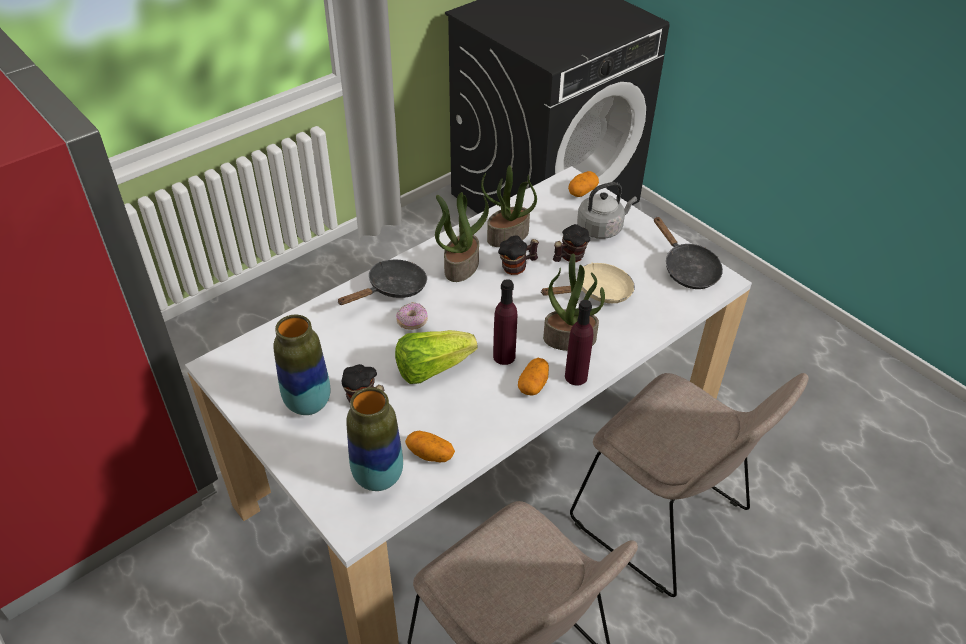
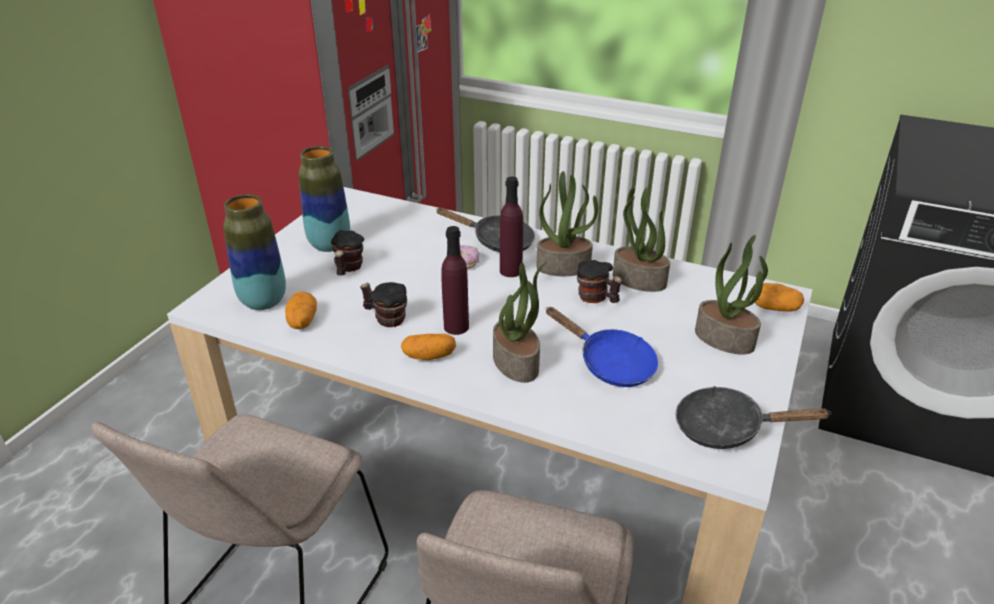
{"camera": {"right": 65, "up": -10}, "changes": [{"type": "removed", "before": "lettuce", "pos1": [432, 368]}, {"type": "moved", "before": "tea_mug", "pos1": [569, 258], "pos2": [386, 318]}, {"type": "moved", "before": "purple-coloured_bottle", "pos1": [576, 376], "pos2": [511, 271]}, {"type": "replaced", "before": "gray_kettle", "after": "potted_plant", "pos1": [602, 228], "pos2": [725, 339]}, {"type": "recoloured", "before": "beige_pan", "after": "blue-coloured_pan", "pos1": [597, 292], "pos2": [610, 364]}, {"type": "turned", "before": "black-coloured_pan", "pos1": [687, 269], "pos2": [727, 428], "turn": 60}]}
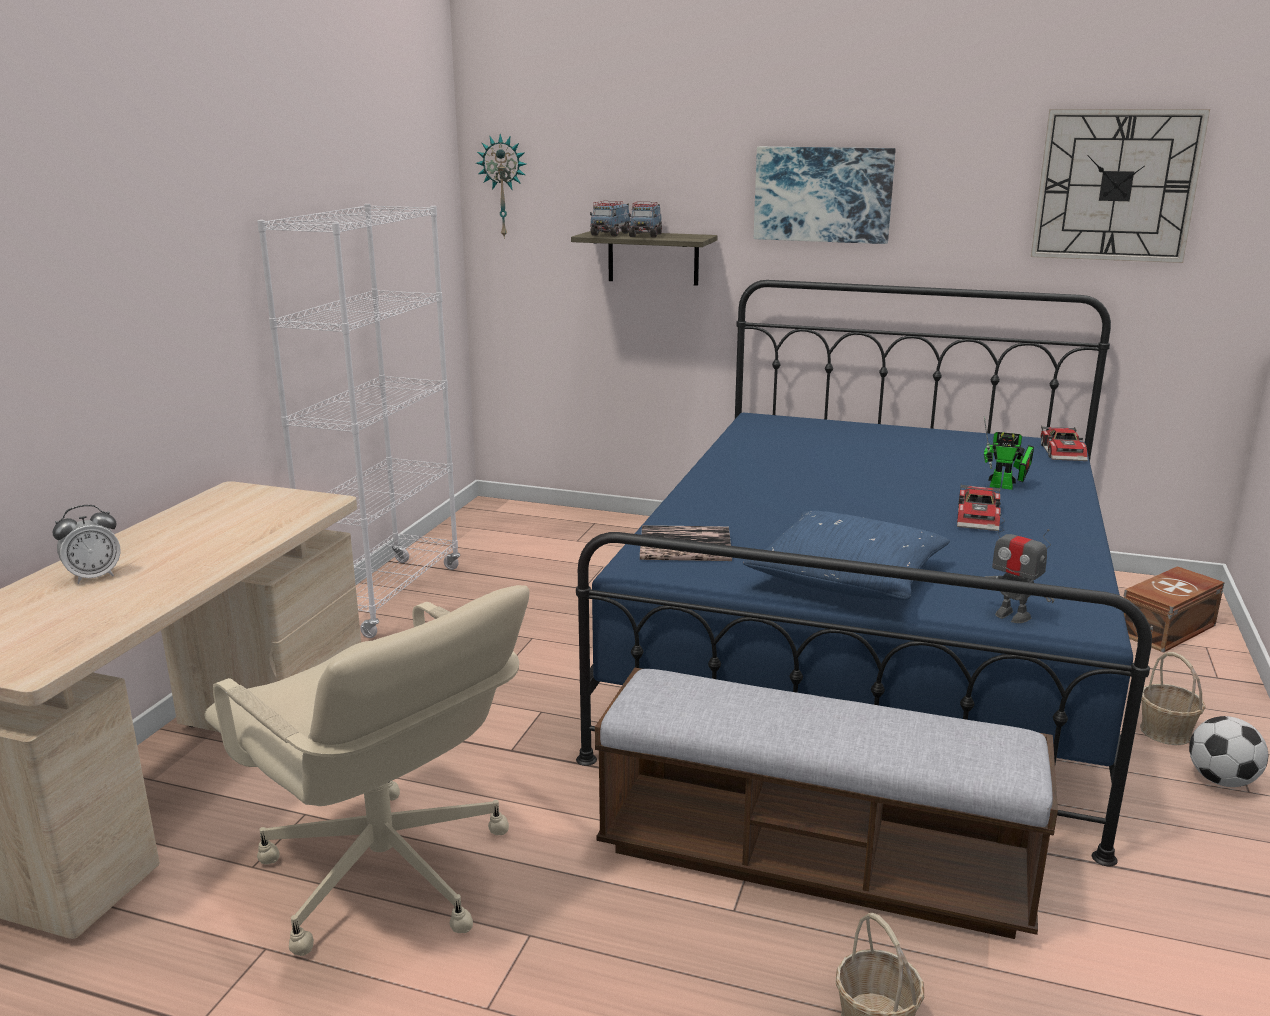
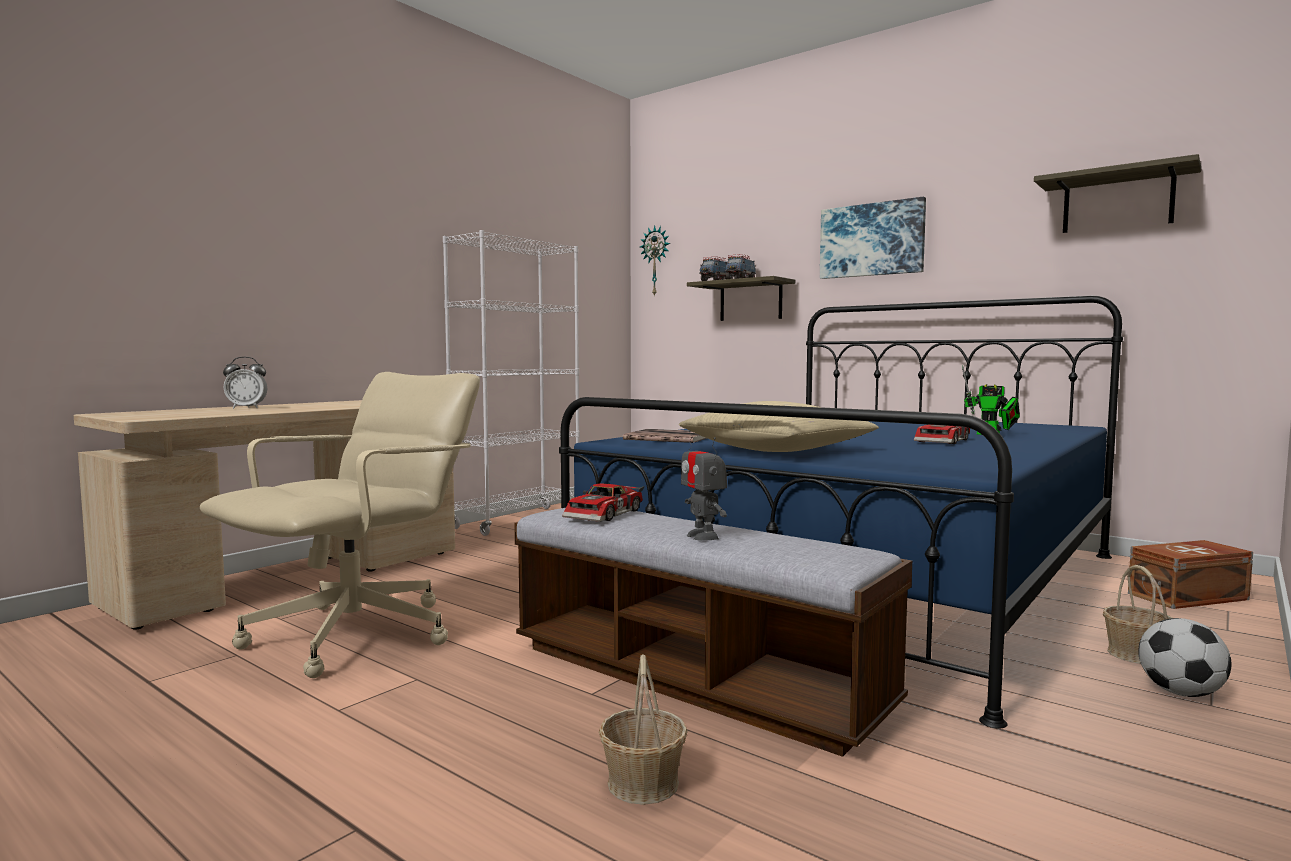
{"camera": {"right": 20, "up": -15}, "changes": [{"type": "moved", "before": "model_robot", "pos1": [1012, 615], "pos2": [703, 536]}, {"type": "moved", "before": "miniature_car", "pos1": [1064, 452], "pos2": [606, 514]}, {"type": "replaced", "before": "hanging_clock", "after": "wall_shelf", "pos1": [1116, 185], "pos2": [1117, 202]}, {"type": "recoloured", "before": "blue-coloured_cushion", "after": "beige_cushion", "pos1": [848, 578], "pos2": [777, 450]}, {"type": "turned", "before": "beige_desk_chair", "pos1": [385, 875], "pos2": [356, 635], "turn": -120}]}
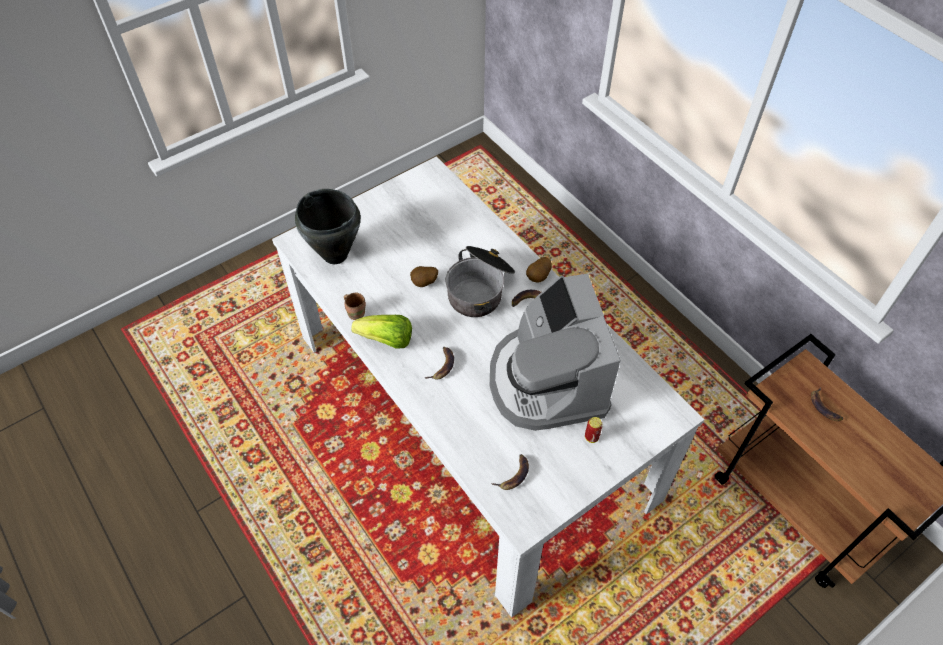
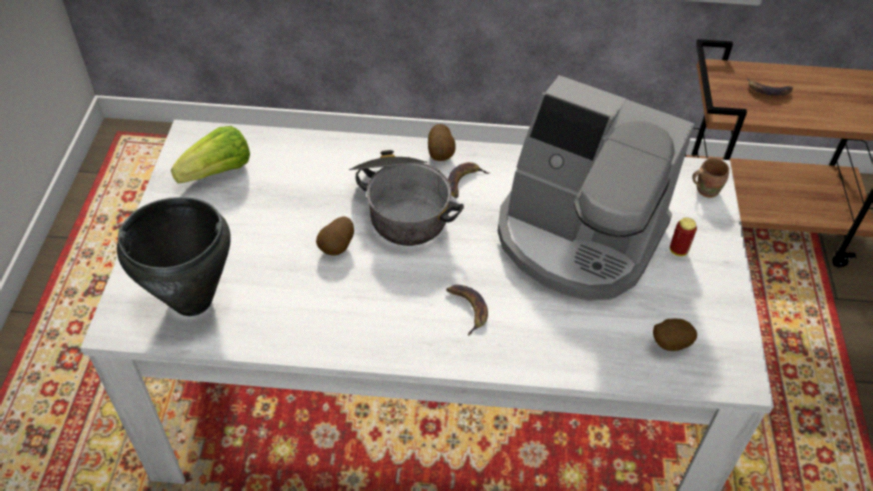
{"camera": {"right": -50, "up": -5}, "changes": [{"type": "moved", "before": "brownish_tea_mug", "pos1": [356, 312], "pos2": [705, 189]}, {"type": "moved", "before": "lettuce", "pos1": [386, 340], "pos2": [218, 172]}, {"type": "replaced", "before": "whole_banana", "after": "spud", "pos1": [513, 474], "pos2": [669, 343]}]}
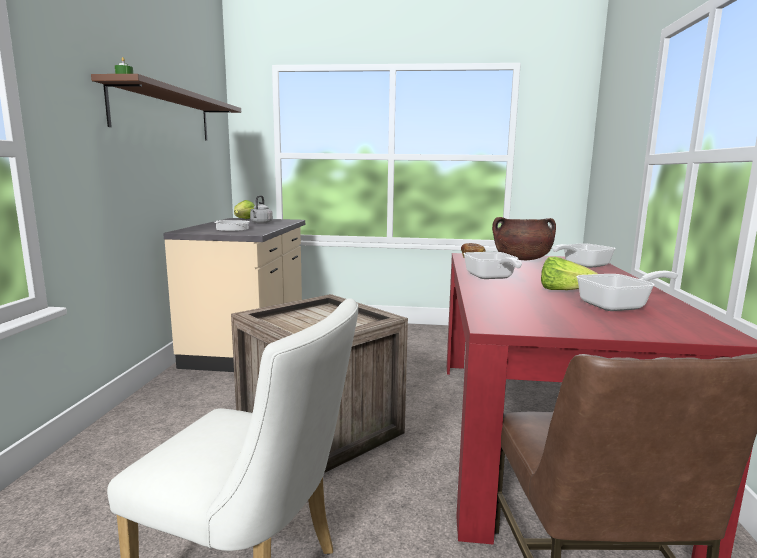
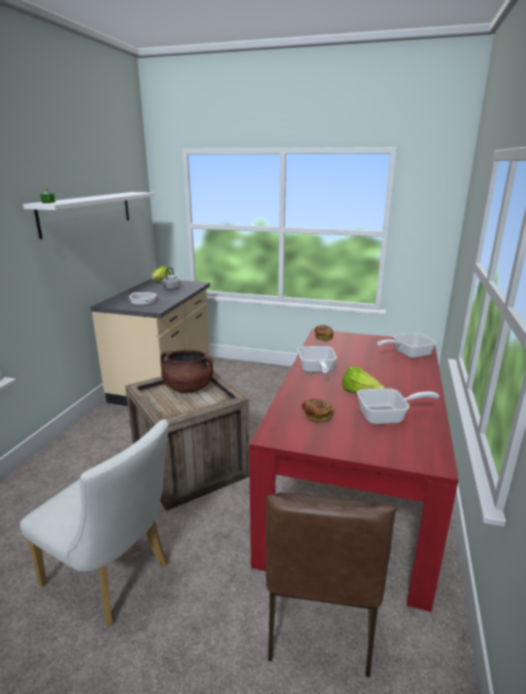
{"camera": {"right": 10, "up": 10}, "changes": [{"type": "added", "after": "bakery_bread", "pos2": [316, 416]}, {"type": "moved", "before": "brownish_saucepot", "pos1": [521, 259], "pos2": [188, 388]}, {"type": "recoloured", "before": "brownish_wall_shelf", "after": "white-coloured_wall_shelf", "pos1": [164, 114], "pos2": [87, 212]}]}
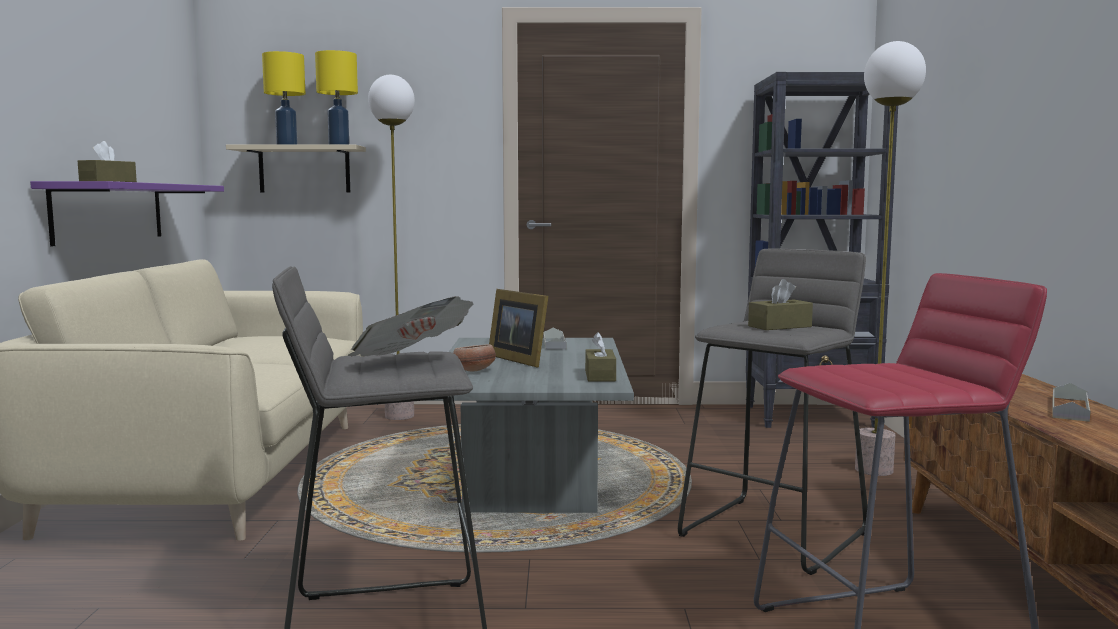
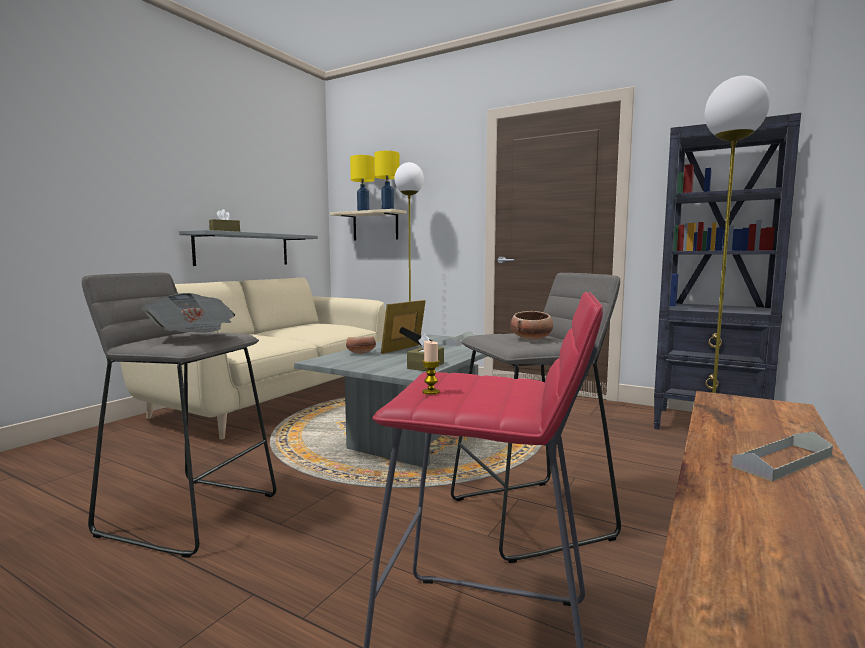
{"camera": {"right": 30, "up": 0}, "changes": [{"type": "added", "after": "wax_light", "pos2": [431, 392]}, {"type": "replaced", "before": "brownish_tissue_box", "after": "serving_bowl", "pos1": [779, 326], "pos2": [531, 339]}, {"type": "recoloured", "before": "purple-coloured_wall_shelf", "after": "gray_wall_shelf", "pos1": [109, 212], "pos2": [243, 249]}, {"type": "turned", "before": "photo_frame", "pos1": [519, 359], "pos2": [408, 349], "turn": 45}]}
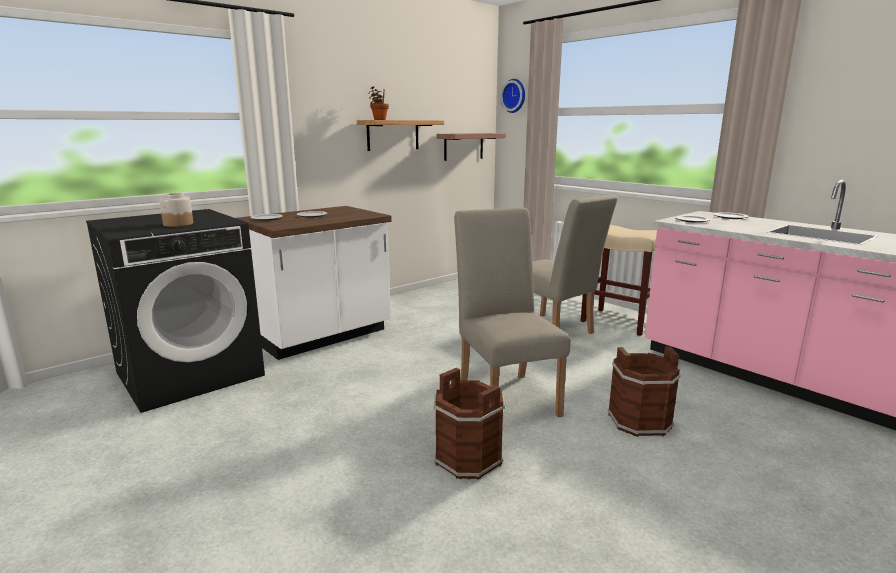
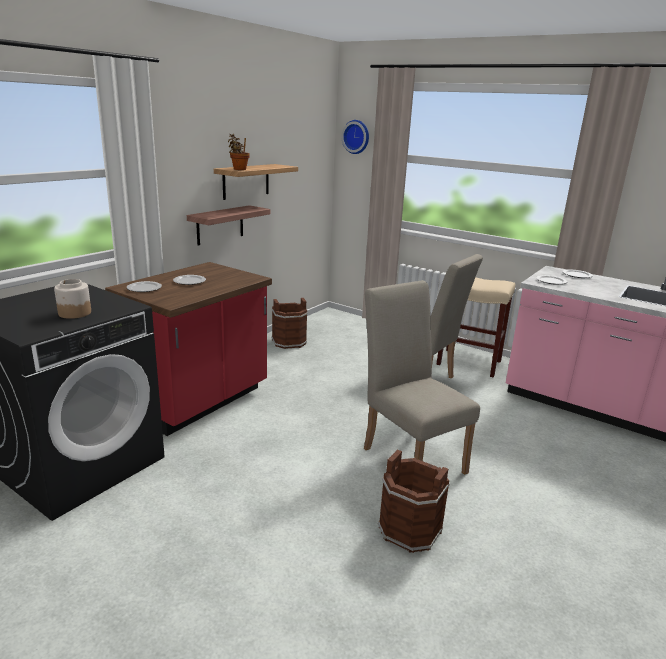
{"camera": {"right": -15, "up": 5}, "changes": [{"type": "moved", "before": "wall_shelf", "pos1": [463, 146], "pos2": [220, 225]}, {"type": "moved", "before": "brownish_pail", "pos1": [639, 421], "pos2": [289, 342]}, {"type": "recoloured", "before": "white-coloured_counter", "after": "red-coloured_counter", "pos1": [322, 336], "pos2": [199, 401]}]}
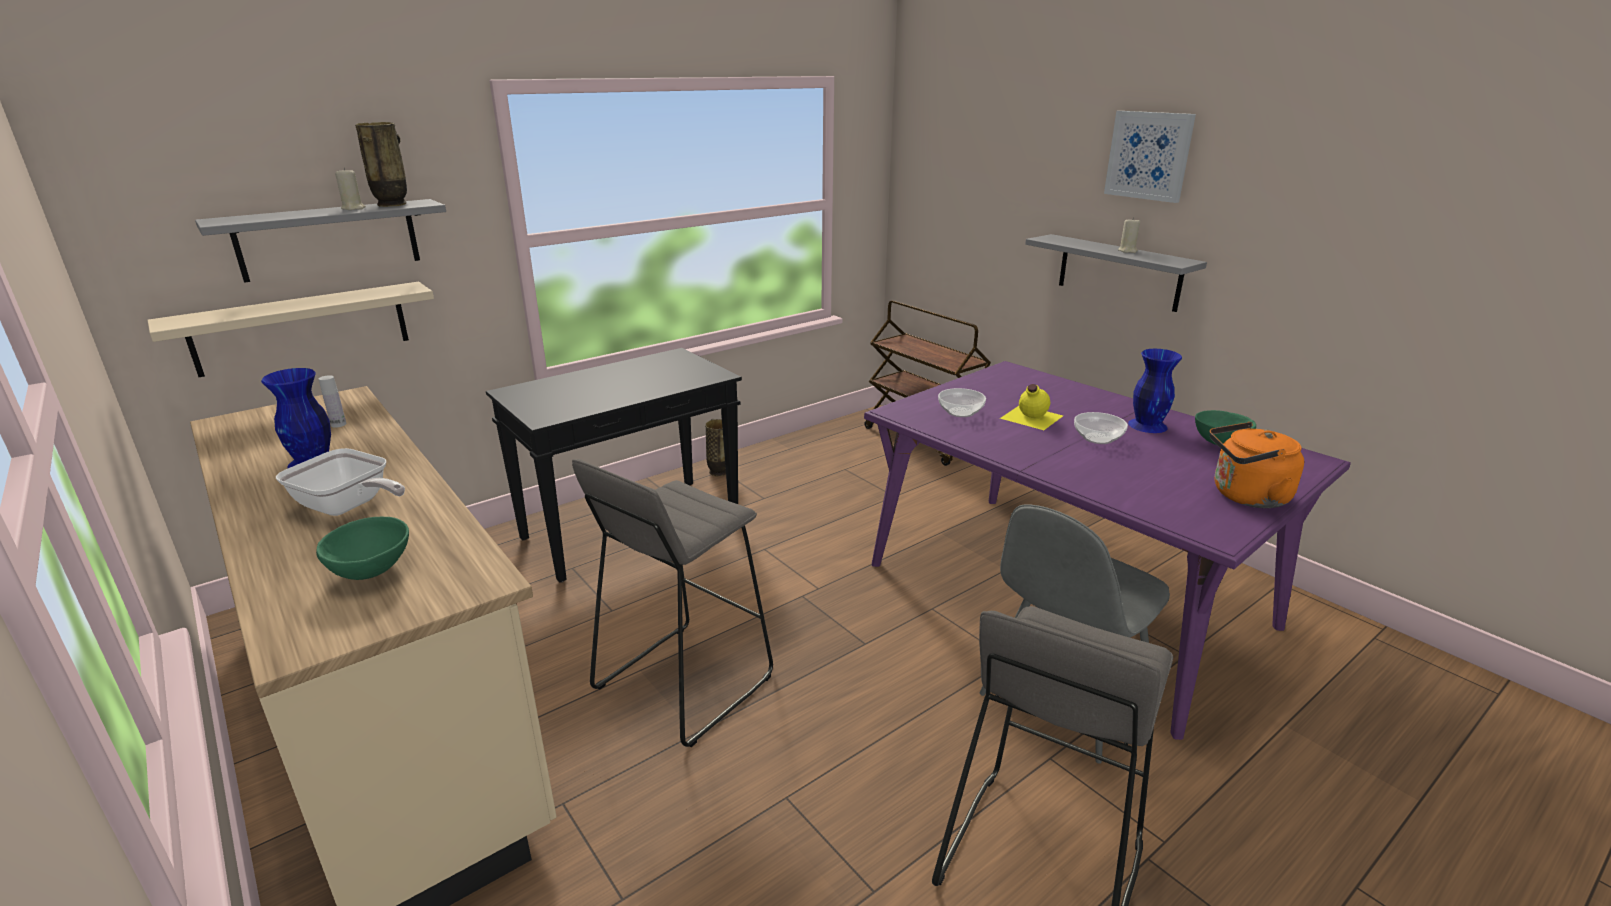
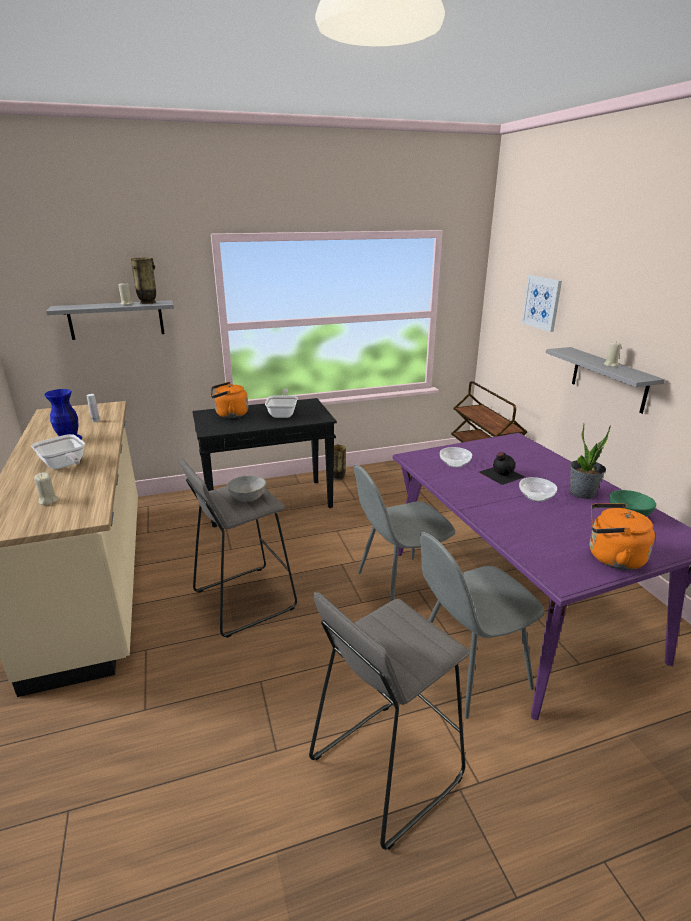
{"camera": {"right": 20, "up": 0}, "changes": [{"type": "removed", "before": "beige_wall_shelf", "pos1": [302, 328]}, {"type": "added", "after": "orange_kettle", "pos2": [229, 414]}, {"type": "added", "after": "gray_serving_bowl", "pos2": [247, 498]}, {"type": "added", "after": "pan", "pos2": [283, 413]}, {"type": "added", "after": "gray_plain_chair", "pos2": [399, 586]}, {"type": "moved", "before": "wall_picture", "pos1": [1149, 155], "pos2": [542, 302]}, {"type": "replaced", "before": "greenish_serving_bowl", "after": "beige_wax_light", "pos1": [373, 570], "pos2": [48, 500]}, {"type": "replaced", "before": "blue-coloured_decorative_vase", "after": "potted_plant", "pos1": [1147, 425], "pos2": [582, 493]}, {"type": "recoloured", "before": "yellow-coloured_bottle", "after": "black-coloured_bottle", "pos1": [1030, 417], "pos2": [500, 474]}]}
